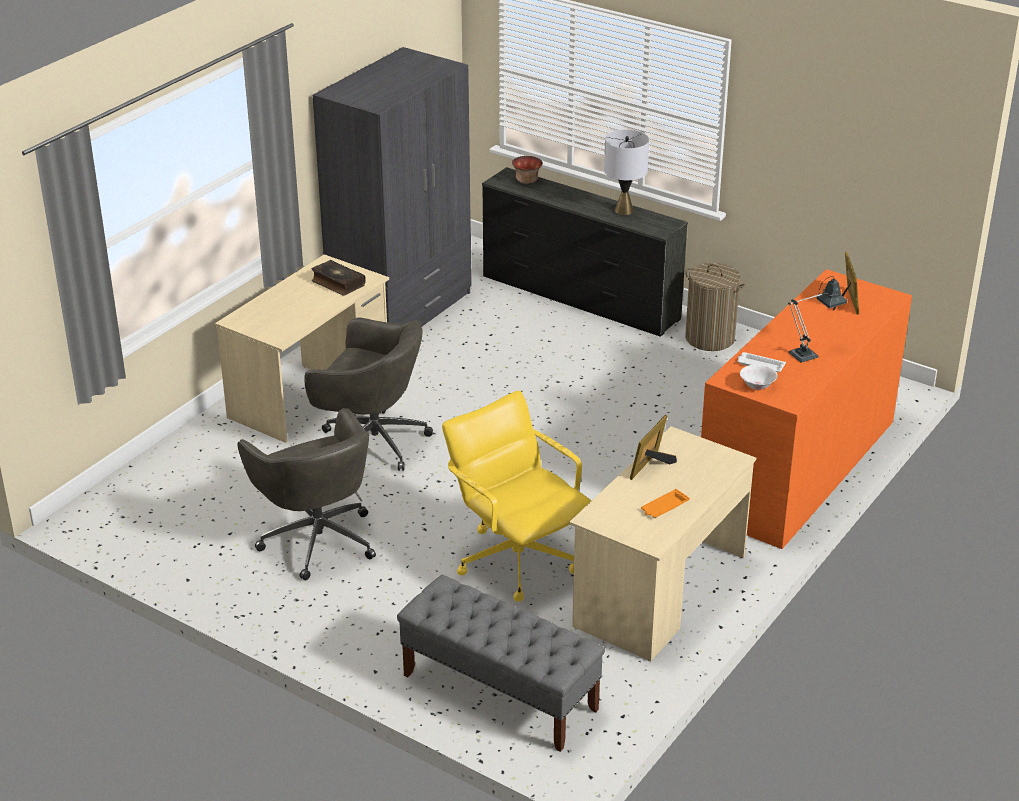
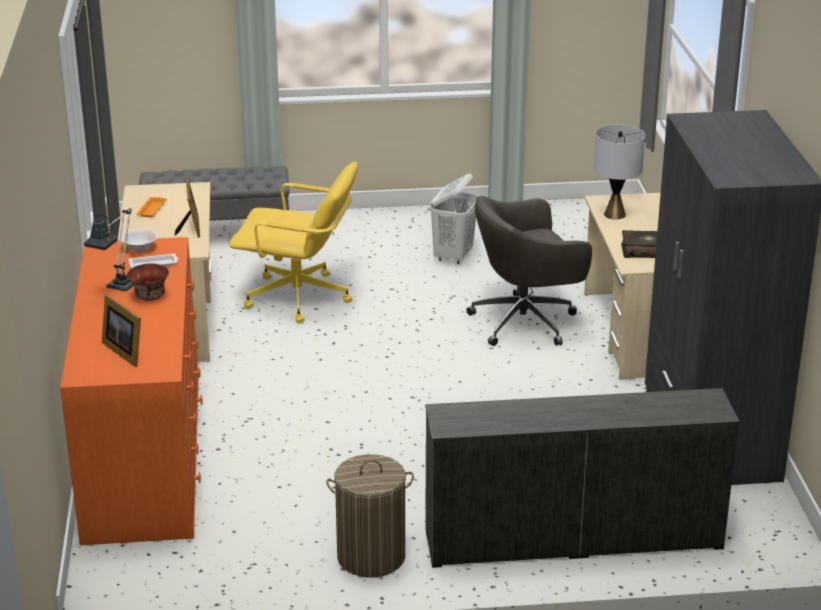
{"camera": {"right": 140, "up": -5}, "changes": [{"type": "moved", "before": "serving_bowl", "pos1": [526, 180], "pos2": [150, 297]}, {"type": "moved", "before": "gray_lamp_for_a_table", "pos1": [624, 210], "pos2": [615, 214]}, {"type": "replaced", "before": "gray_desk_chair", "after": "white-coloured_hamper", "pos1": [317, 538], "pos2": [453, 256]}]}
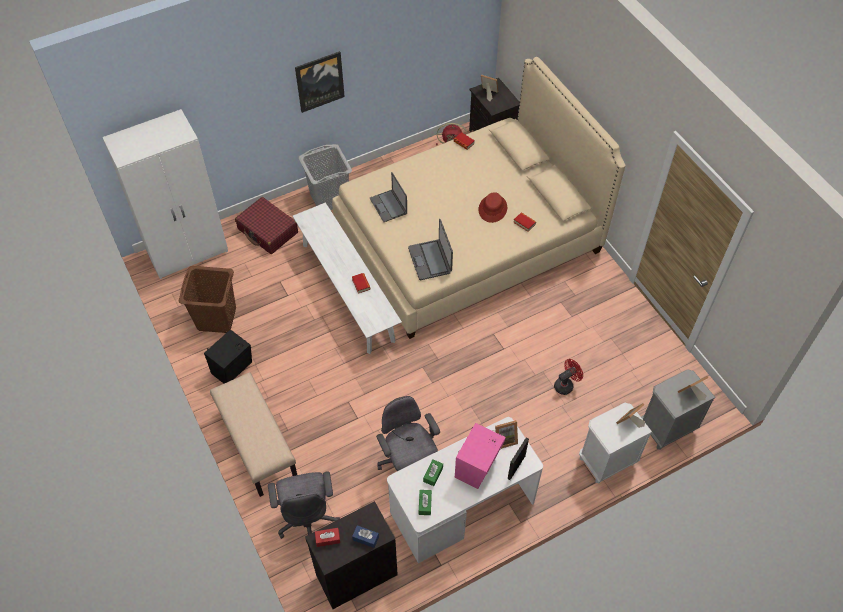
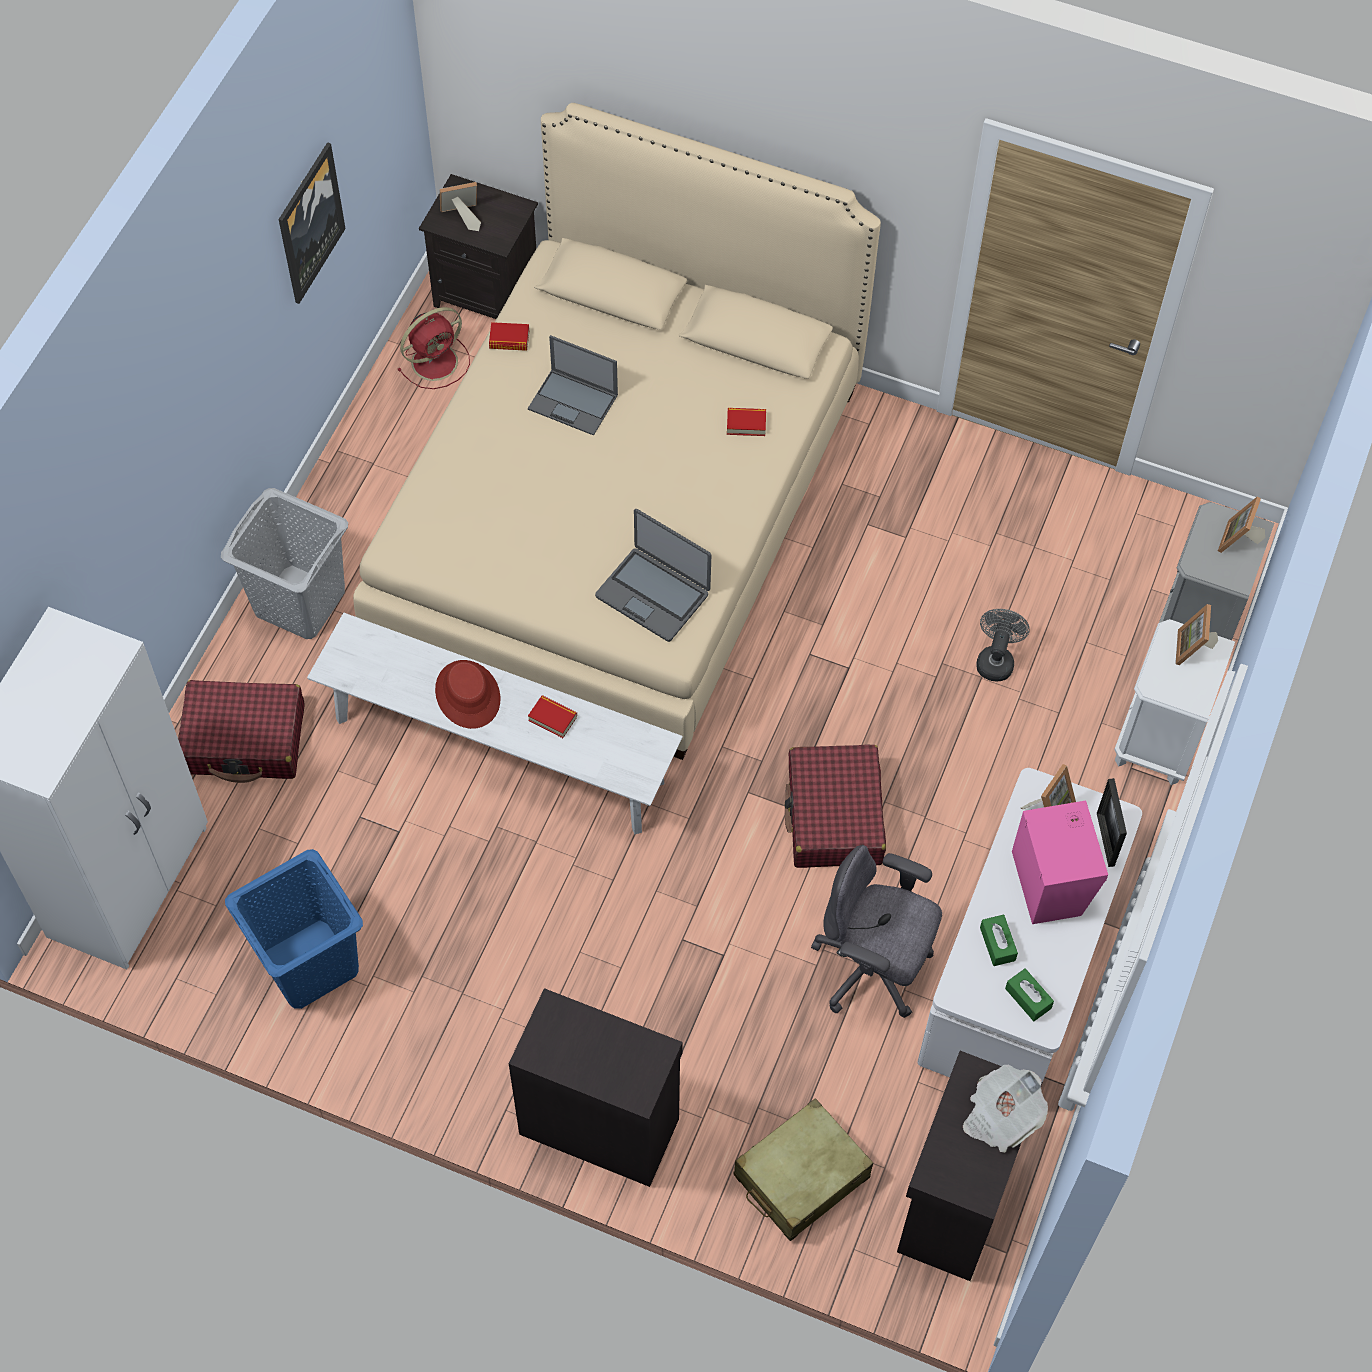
{"camera": {"right": -40, "up": 5}, "changes": [{"type": "removed", "before": "black-coloured_speaker", "pos1": [233, 368]}, {"type": "removed", "before": "red-coloured_tissue_box", "pos1": [328, 539]}, {"type": "added", "after": "red-coloured_suitcase", "pos2": [834, 816]}, {"type": "moved", "before": "wall_picture", "pos1": [319, 81], "pos2": [309, 223]}, {"type": "moved", "before": "laptop", "pos1": [388, 206], "pos2": [574, 402]}, {"type": "moved", "before": "red-coloured_clothing_hat", "pos1": [493, 209], "pos2": [468, 695]}, {"type": "replaced", "before": "beige_indoor_bench", "after": "black-coloured_cabinet", "pos1": [256, 444], "pos2": [599, 1124]}, {"type": "replaced", "before": "gray_desk_chair", "after": "beige_suitcase", "pos1": [308, 519], "pos2": [801, 1177]}, {"type": "replaced", "before": "blue-coloured_tissue_box", "after": "newspaper", "pos1": [365, 538], "pos2": [1001, 1116]}, {"type": "recoloured", "before": "brownish_hamper", "after": "blue-coloured_hamper", "pos1": [216, 318], "pos2": [309, 963]}, {"type": "recoloured", "before": "red-coloured_electric_fan", "after": "gray_electric_fan", "pos1": [566, 385], "pos2": [996, 660]}]}
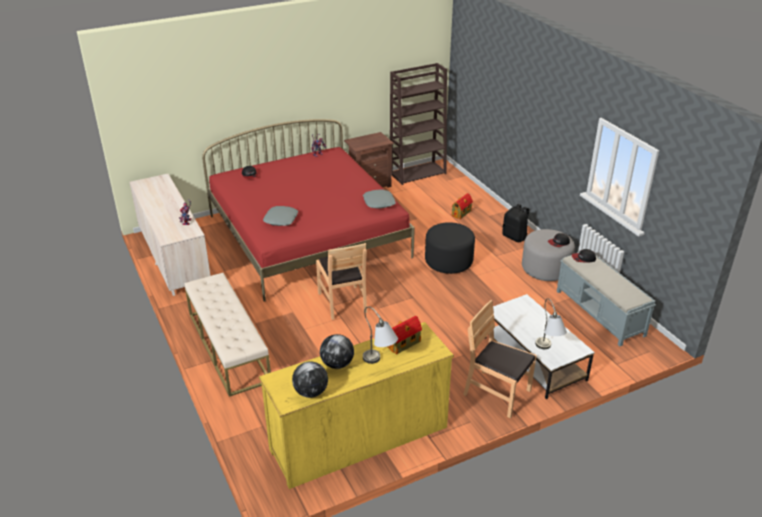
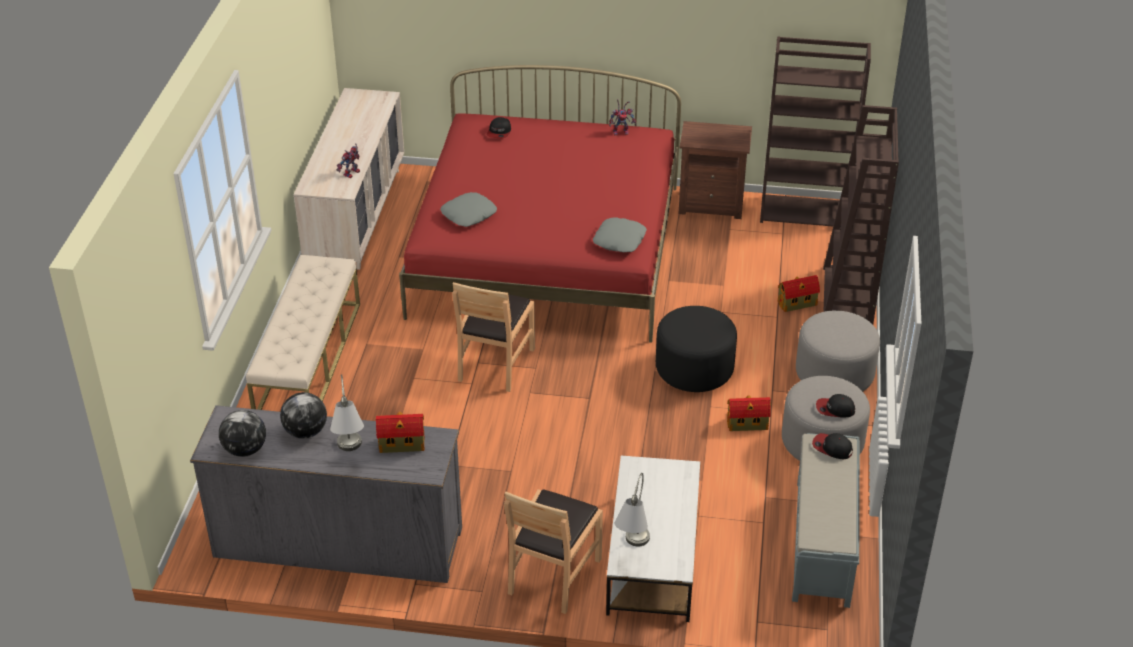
{"camera": {"right": 35, "up": 5}, "changes": [{"type": "added", "after": "model_house", "pos2": [748, 424]}, {"type": "added", "after": "brownish_shelving_unit", "pos2": [848, 299]}, {"type": "replaced", "before": "black-coloured_knapsack", "after": "gray_ottoman", "pos1": [515, 237], "pos2": [834, 374]}, {"type": "recoloured", "before": "yellow-coloured_drawer_chest", "after": "gray_drawer_chest", "pos1": [359, 438], "pos2": [338, 542]}, {"type": "turned", "before": "brownish_plain_chair", "pos1": [497, 393], "pos2": [553, 575], "turn": -135}]}
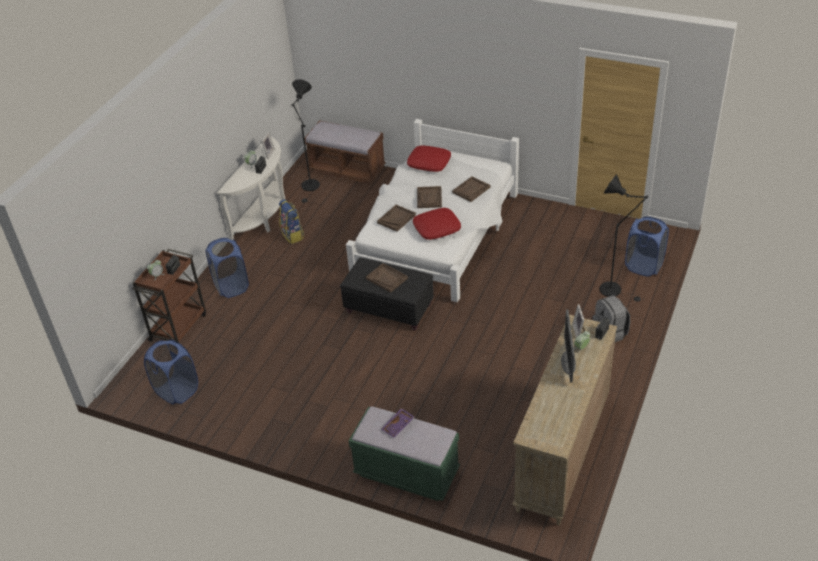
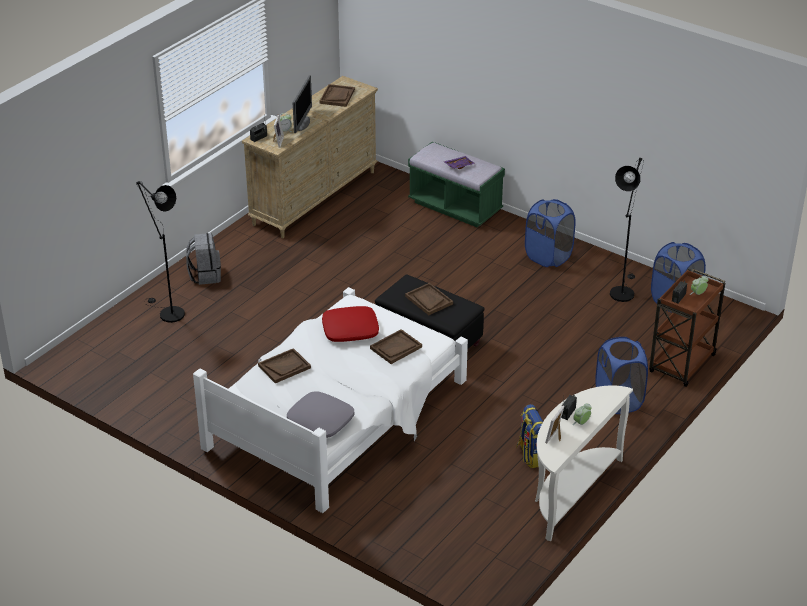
{"camera": {"right": -170, "up": -5}, "changes": [{"type": "removed", "before": "brownish_indoor_bench", "pos1": [347, 169]}, {"type": "moved", "before": "black-coloured_standard_lamp", "pos1": [310, 188], "pos2": [622, 291]}, {"type": "moved", "before": "brownish_carrying_tray", "pos1": [429, 198], "pos2": [337, 96]}, {"type": "moved", "before": "blue-coloured_hamper", "pos1": [644, 266], "pos2": [548, 256]}, {"type": "recoloured", "before": "red-coloured_cushion", "after": "gray_cushion", "pos1": [429, 163], "pos2": [320, 421]}]}
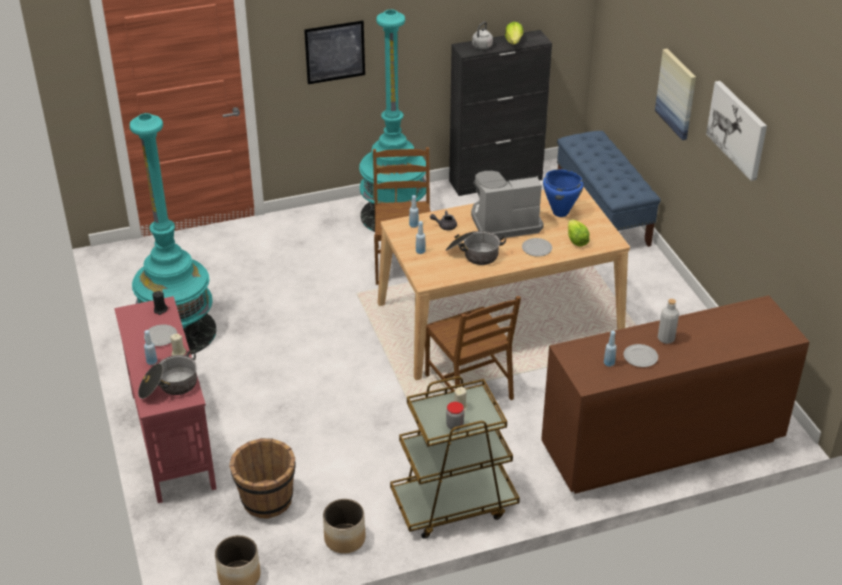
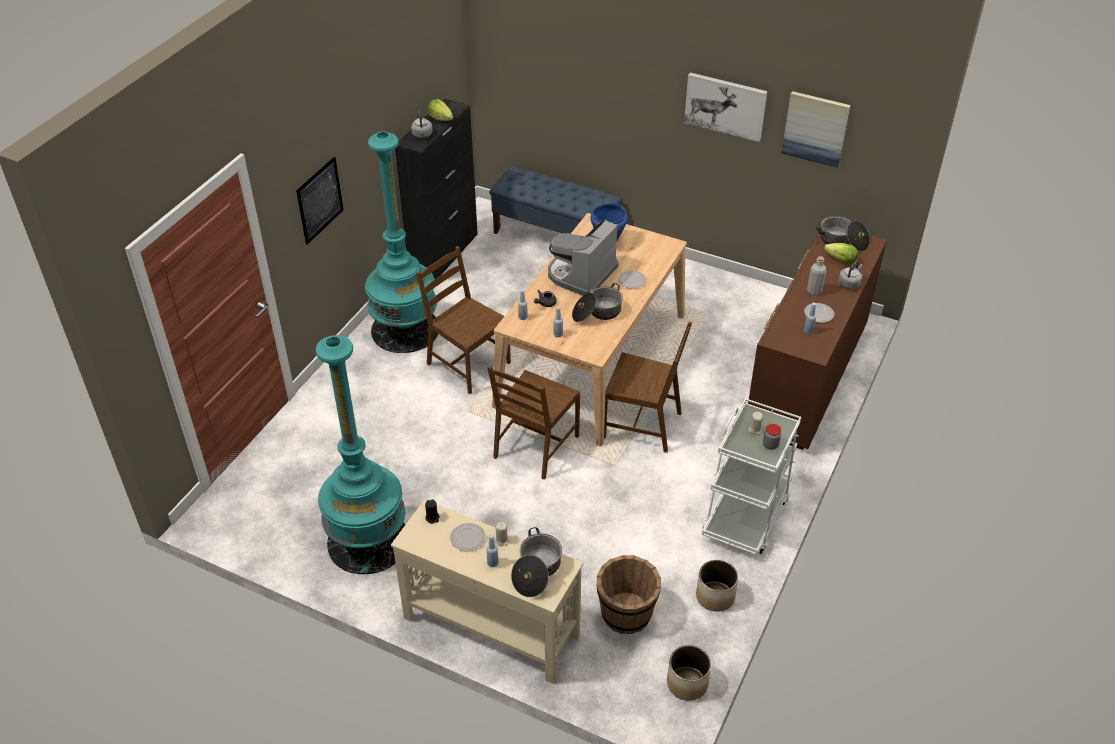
{"camera": {"right": -45, "up": 5}, "changes": [{"type": "added", "after": "brownish_plain_chair", "pos2": [535, 447]}, {"type": "added", "after": "saucepot", "pos2": [842, 241]}, {"type": "added", "after": "gray_kettle", "pos2": [849, 283]}, {"type": "moved", "before": "lettuce", "pos1": [576, 241], "pos2": [840, 260]}, {"type": "moved", "before": "wall_picture", "pos1": [677, 94], "pos2": [815, 128]}, {"type": "recoloured", "before": "red-coloured_console_table", "after": "beige_console_table", "pos1": [173, 438], "pos2": [490, 626]}, {"type": "recoloured", "before": "brownish_trolley", "after": "white-coloured_trolley", "pos1": [453, 504], "pos2": [746, 515]}]}
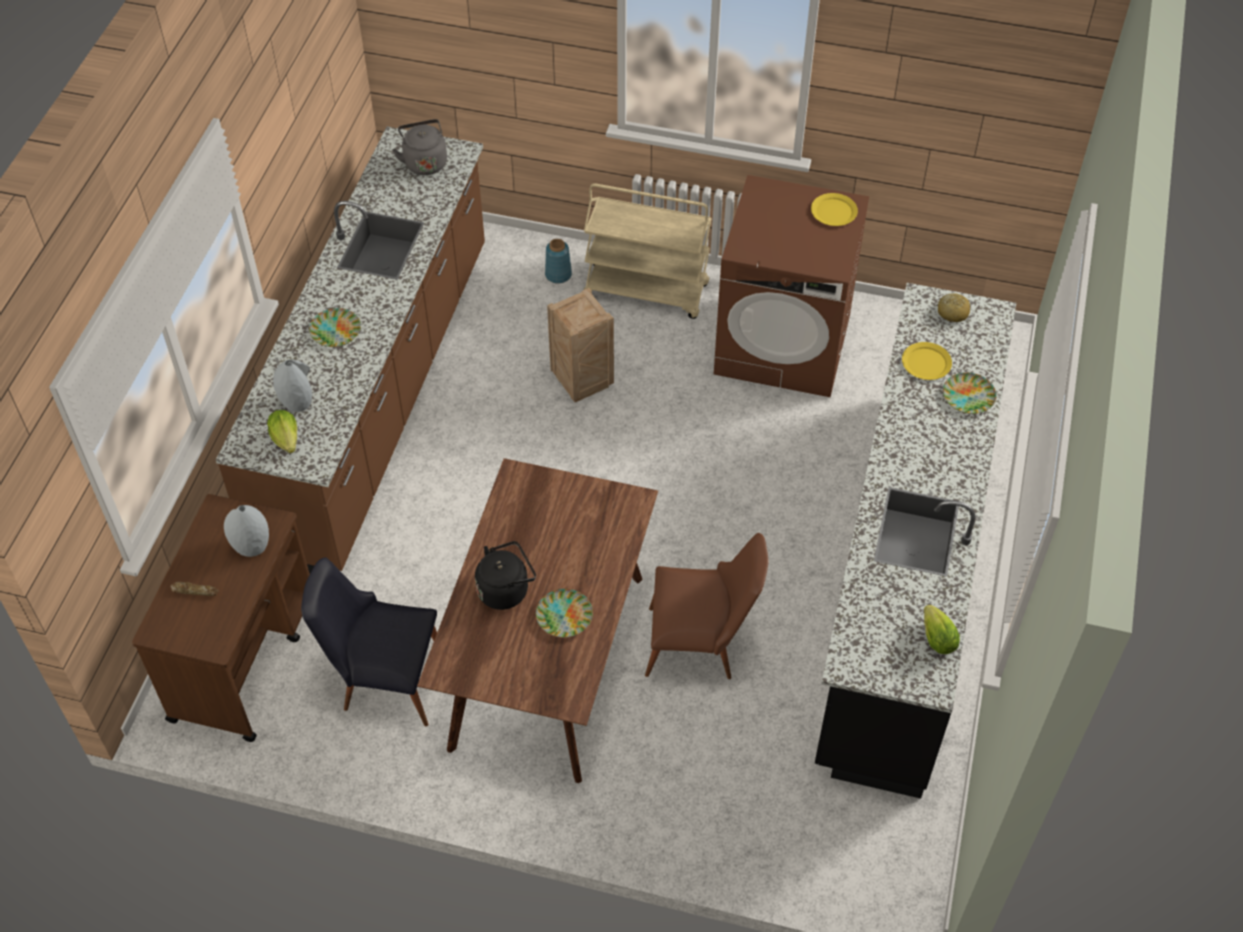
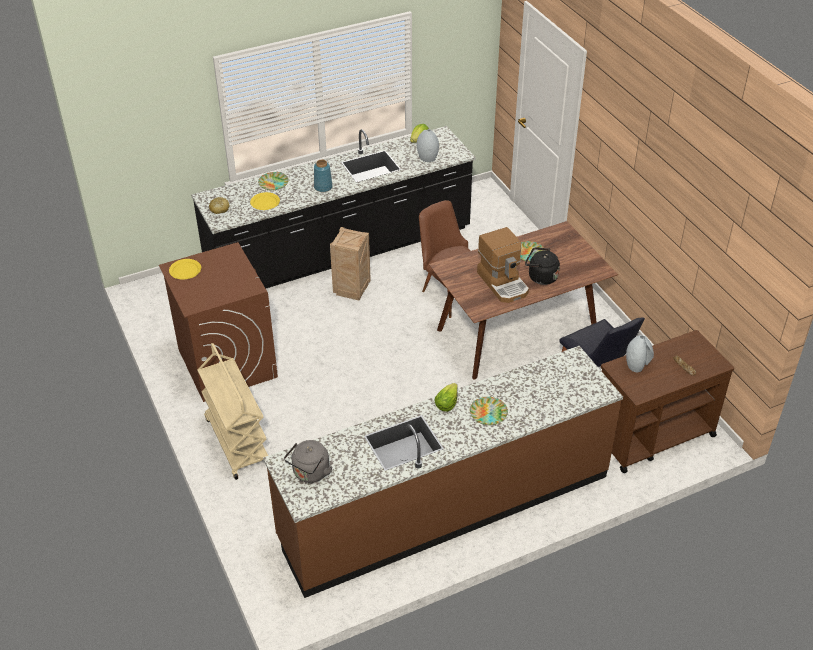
{"camera": {"right": -130, "up": -10}, "changes": [{"type": "added", "after": "coffee_brewer", "pos2": [503, 283]}, {"type": "moved", "before": "lettuce", "pos1": [286, 439], "pos2": [446, 404]}, {"type": "moved", "before": "gray_decorative_vase", "pos1": [297, 401], "pos2": [428, 158]}, {"type": "moved", "before": "blue-coloured_decorative_vase", "pos1": [558, 274], "pos2": [322, 187]}, {"type": "moved", "before": "packing_crate", "pos1": [580, 381], "pos2": [352, 290]}]}
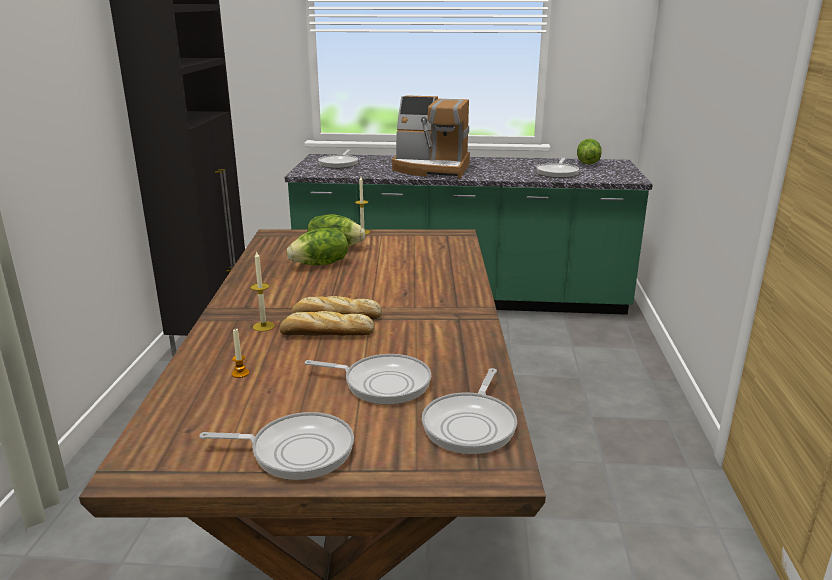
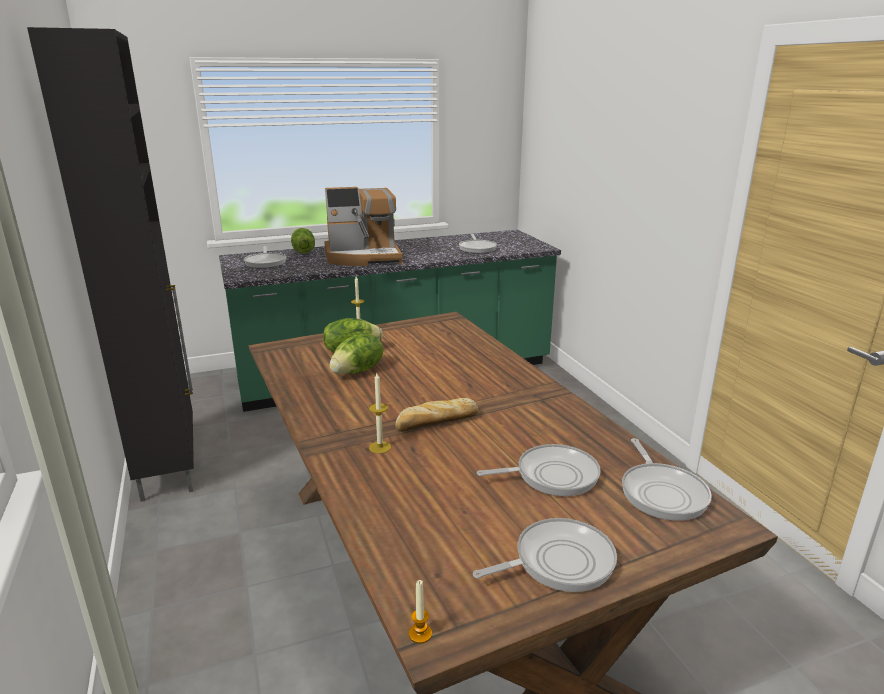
{"camera": {"right": -25, "up": 0}, "changes": [{"type": "removed", "before": "bakery_bread", "pos1": [325, 333]}, {"type": "moved", "before": "wax_light", "pos1": [240, 373], "pos2": [420, 634]}, {"type": "moved", "before": "lettuce", "pos1": [587, 163], "pos2": [303, 251]}]}
